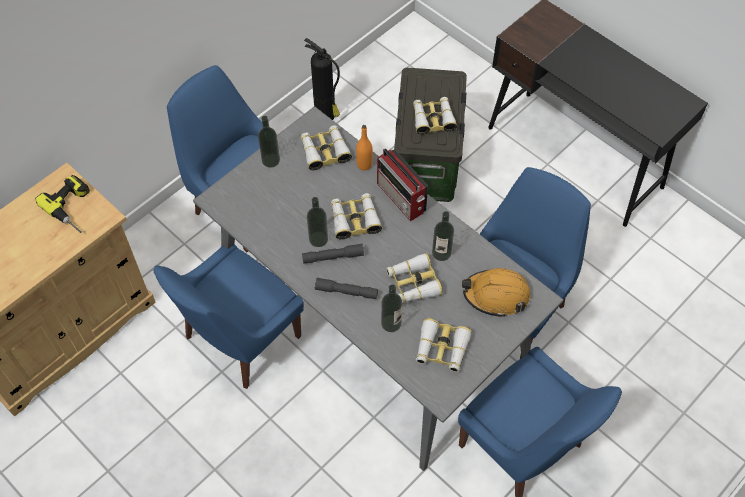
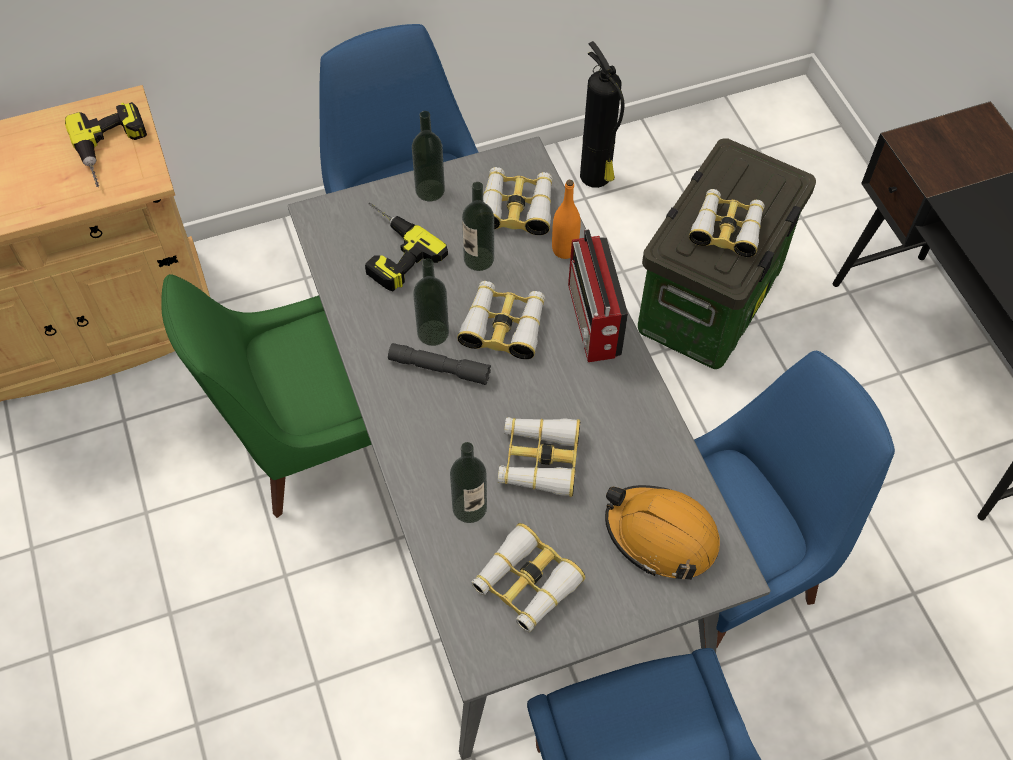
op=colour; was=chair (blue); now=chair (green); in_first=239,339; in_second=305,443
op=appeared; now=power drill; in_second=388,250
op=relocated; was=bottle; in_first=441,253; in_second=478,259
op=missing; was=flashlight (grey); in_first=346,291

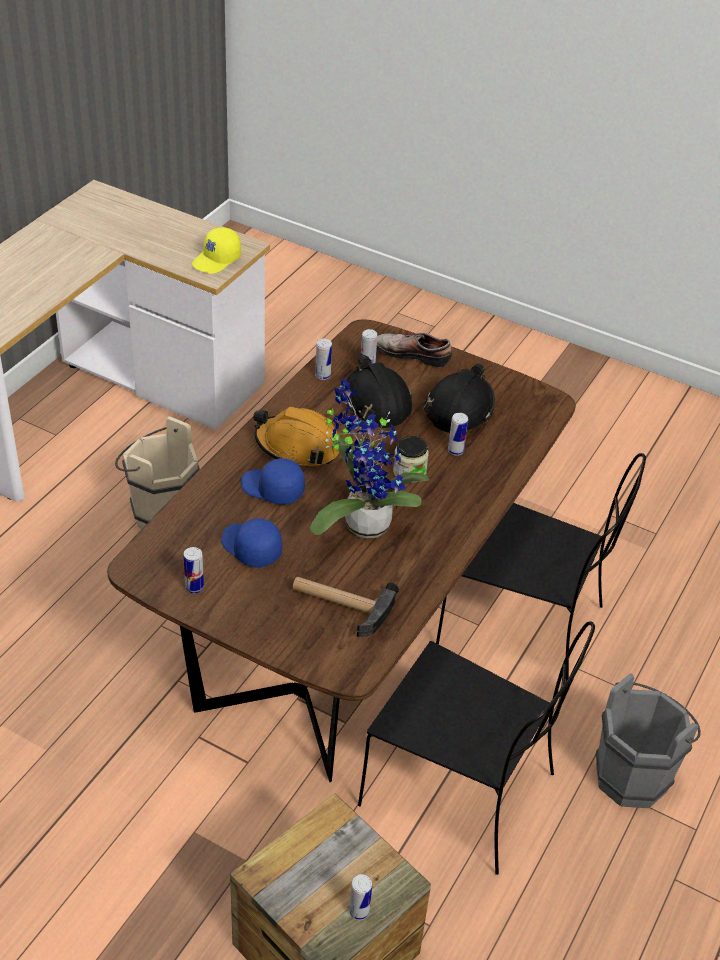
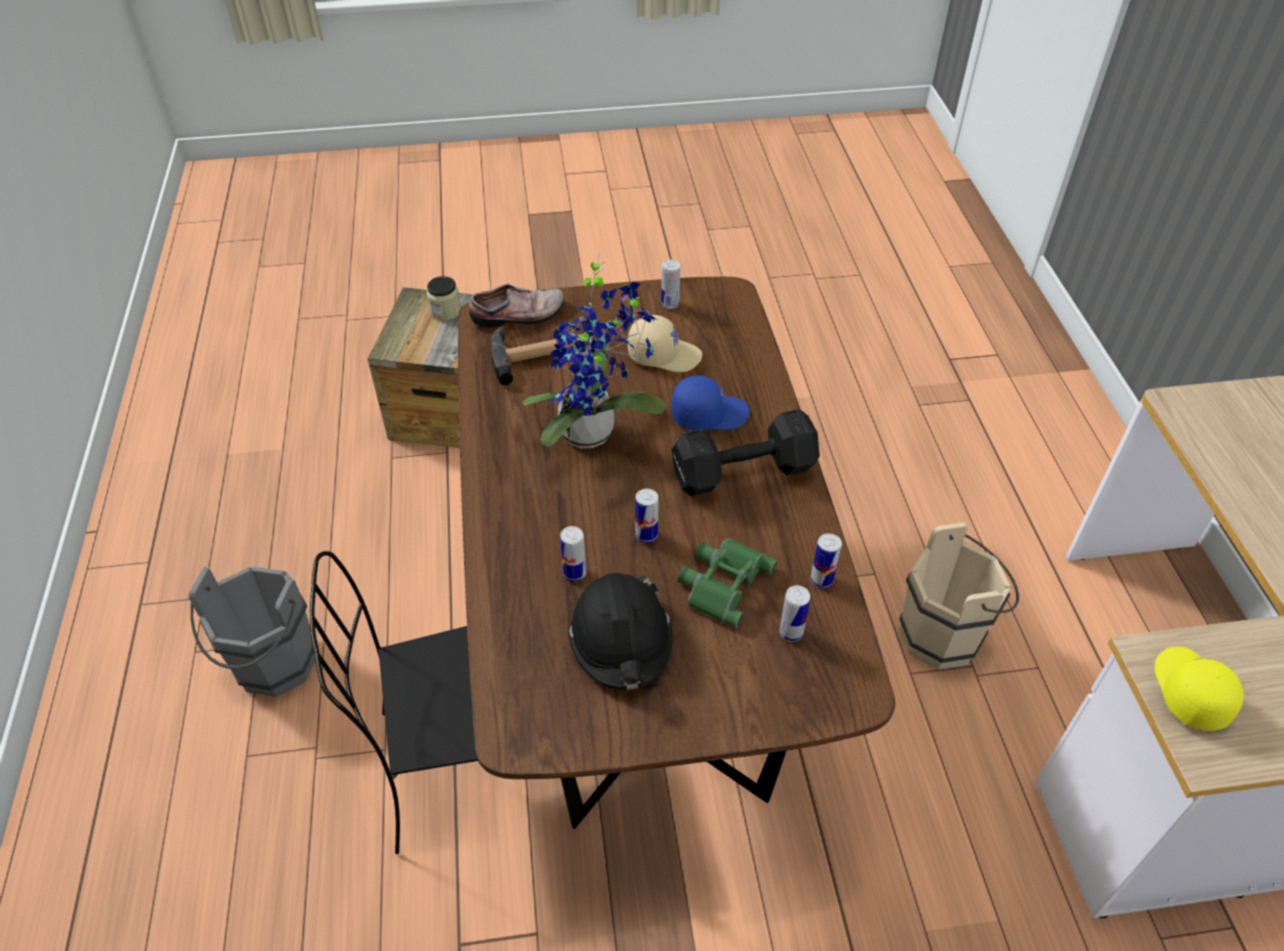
op=relocated; was=jar; in_first=409,472; in_second=445,311
op=relocated; was=shoe; in_first=413,353; in_second=519,316
op=colour; was=cap (blue); now=cap (beige); in_first=250,548; in_second=664,354
op=relocated; was=can; in_first=359,911; in_second=646,535
op=exchanged; was=hard hat (orange); now=dumbbell (black); in_first=297,446; in_second=740,471
op=exchanged; was=hard hat (black); now=binoculars (green); in_first=377,403; in_second=722,582
op=missing; was=chair (black); in_first=462,791

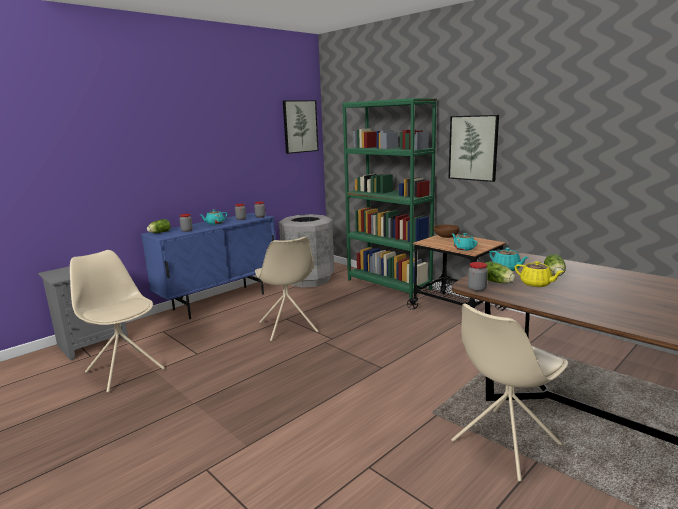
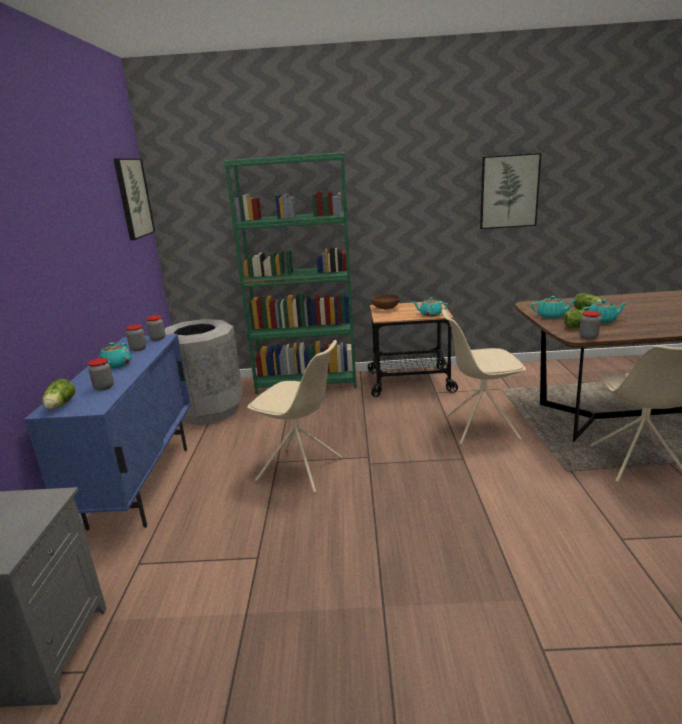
op=relocated; was=chair (beige); in_first=124,370; in_second=480,428
op=relocated; was=picture; in_first=473,148; in_second=509,191
op=colour; was=teapot (yellow); now=teapot (turquoise); in_first=536,284; in_second=602,320

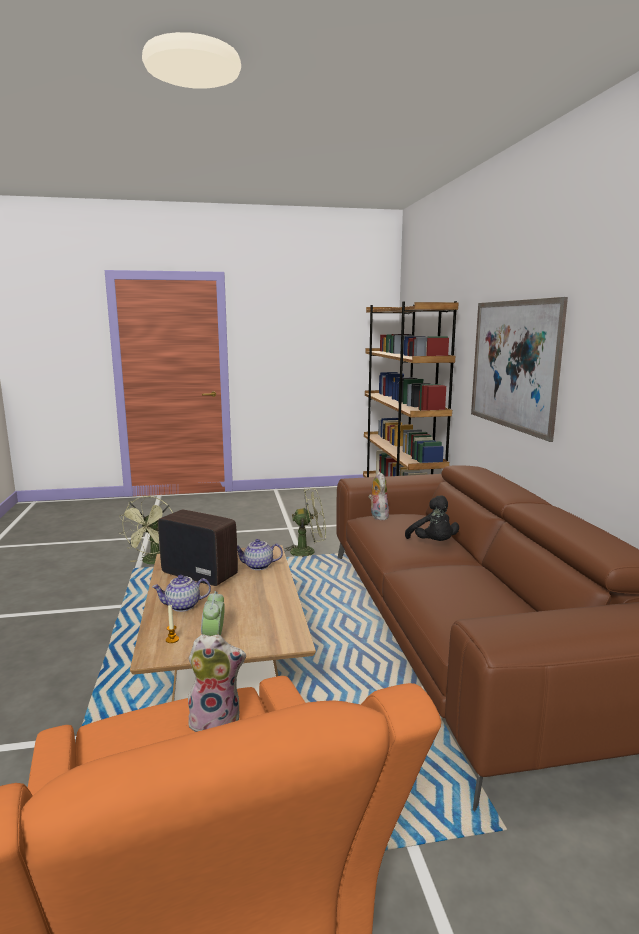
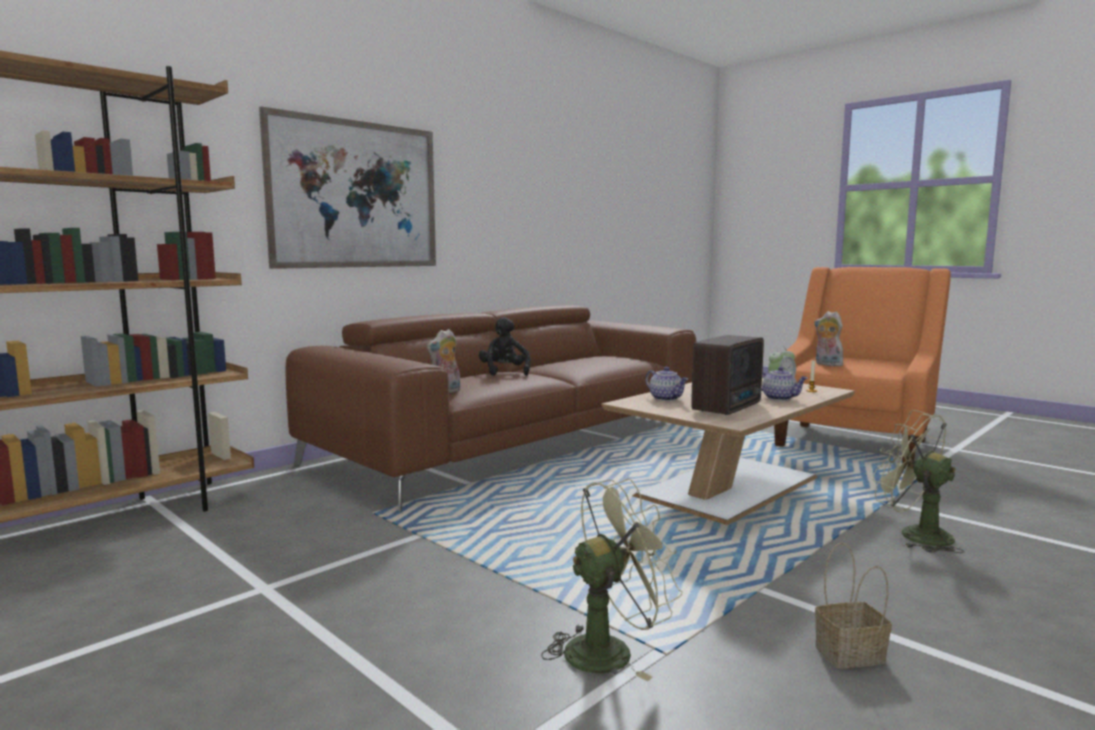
op=spun; was=plush toy (black); in_first=433,543; in_second=504,372; clockwise=-45
op=spun; was=radio; in_first=199,574; in_second=729,407; clockwise=-135
op=appeared; now=basket; in_second=848,655
op=relocated; was=fan (green); in_first=308,551; in_second=914,535

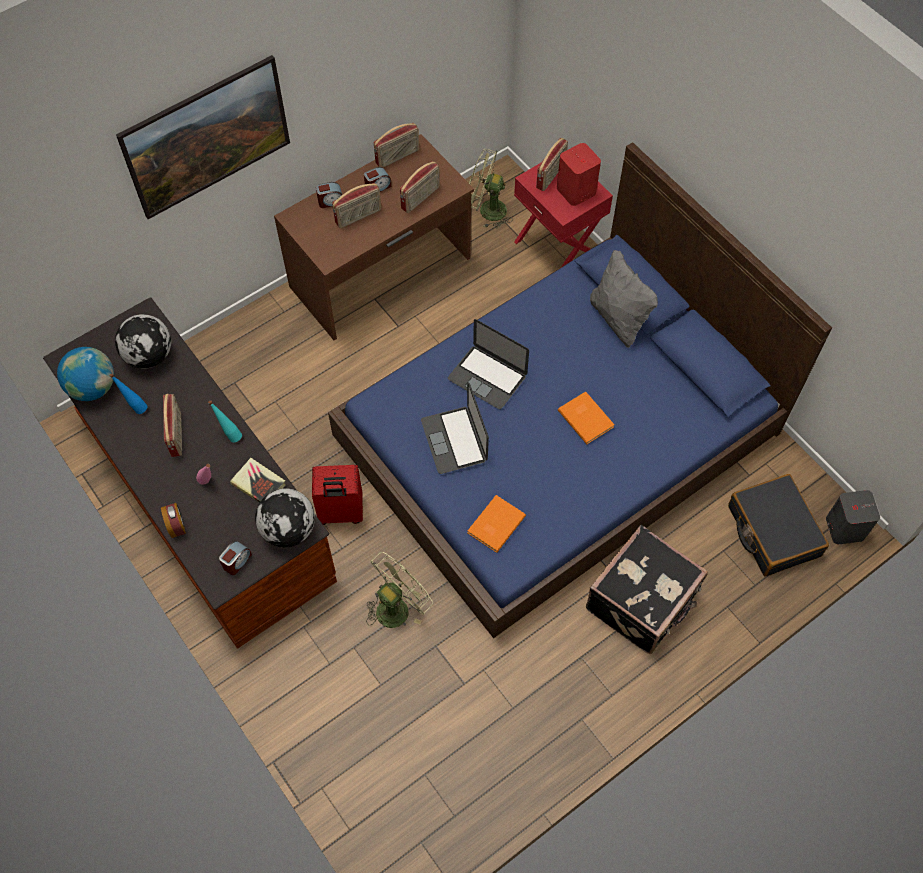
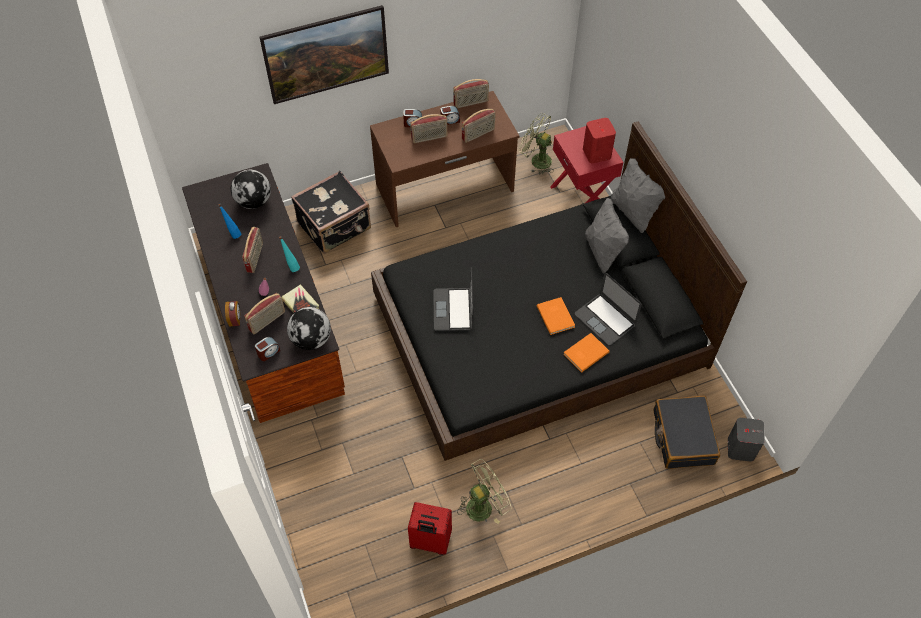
op=relocated; was=radio; in_first=551,175; in_second=267,321
op=relocated; was=suitcase (black); in_first=643,602; in_second=335,226
op=colour; was=bed (blue); now=bed (black); in_first=558,436; in_second=539,331
op=relocated; was=suitcase (red); in_first=340,513; in_second=430,542
op=relocated; was=fan (green); in_first=397,606; in_second=483,505
op=relocated; was=book (orange); in_first=494,524; in_second=585,353
op=relocated; was=laptop; in_first=487,377; in_second=605,319
op=appeared; now=pillow (grey); in_second=633,213
op=missing; was=globe; in_first=93,387

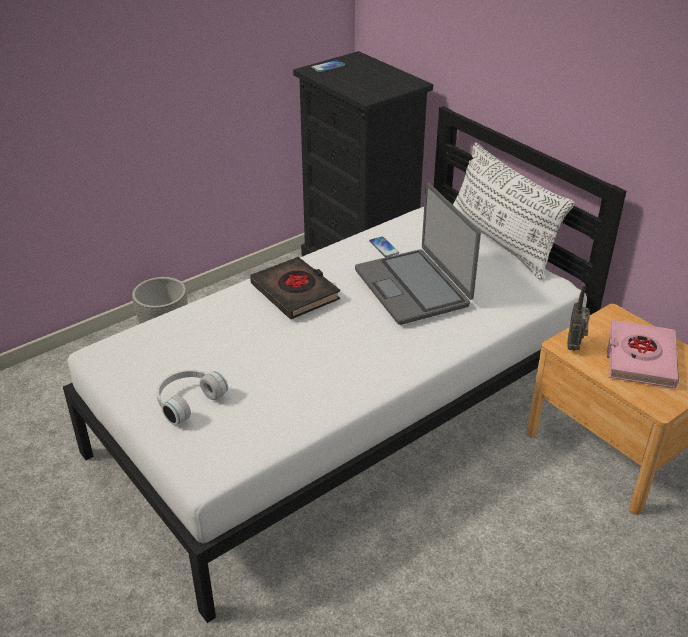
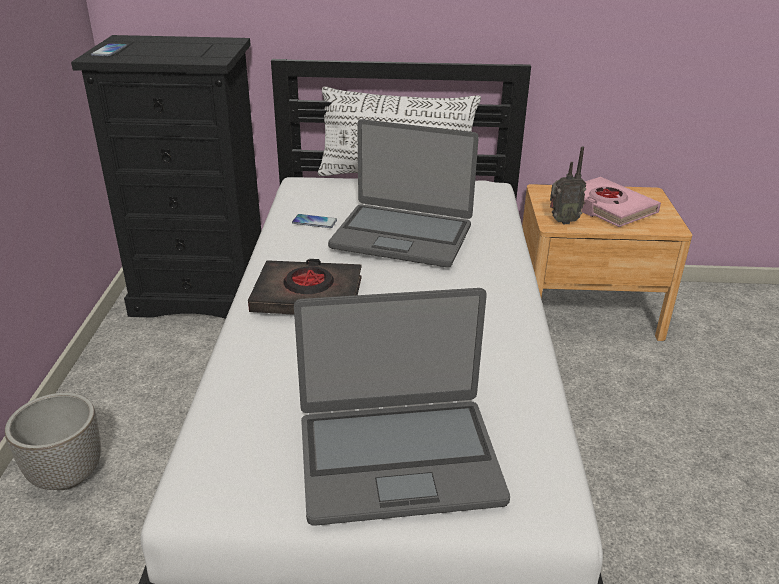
op=exchanged; was=headphones (white); now=laptop; in_first=187,401; in_second=398,458
op=spun; was=radio; in_first=574,346; in_second=562,221; clockwise=-60

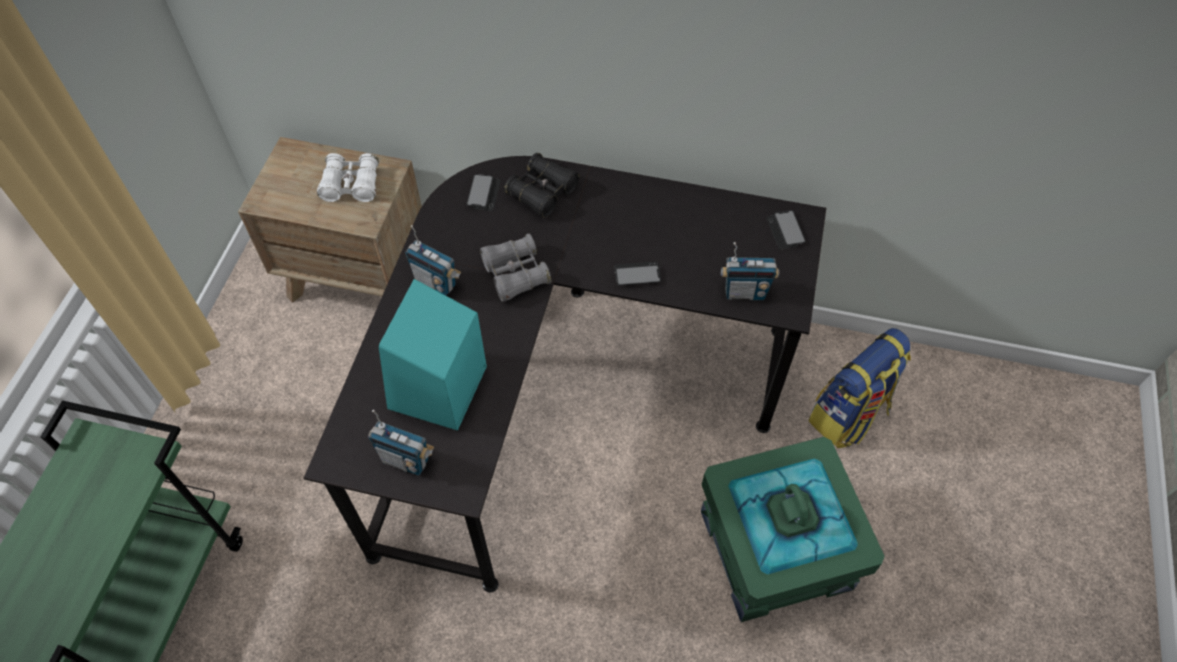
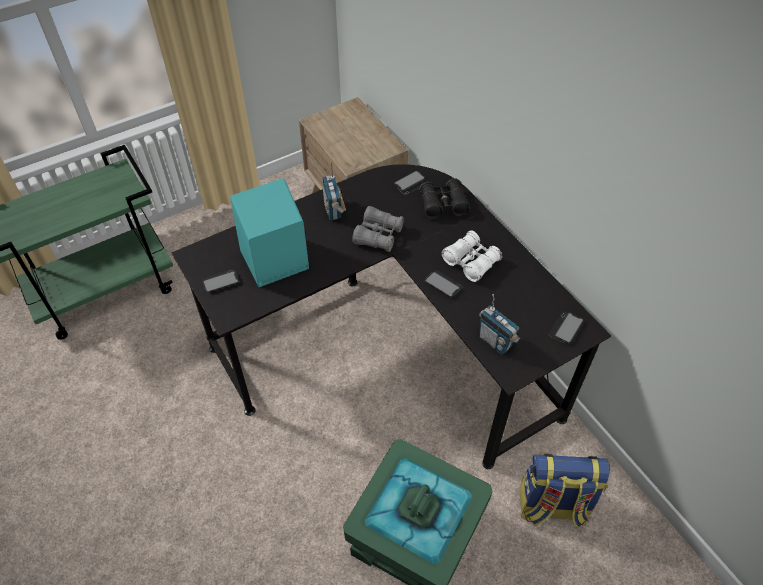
op=exchanged; was=radio; now=phone; in_first=406,460; in_second=220,281
op=relocated; was=binoculars (white); in_first=351,185; in_second=470,262

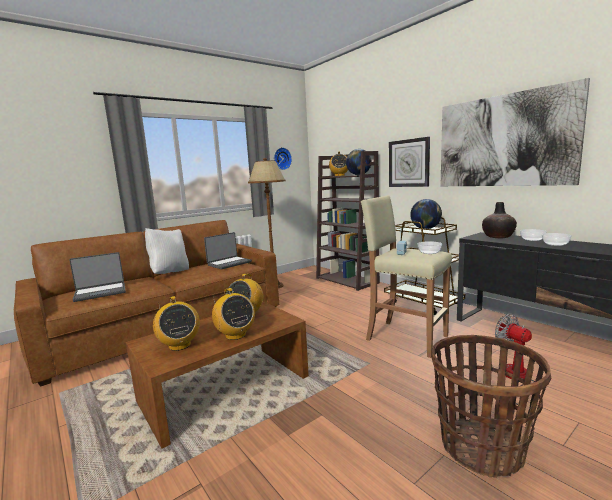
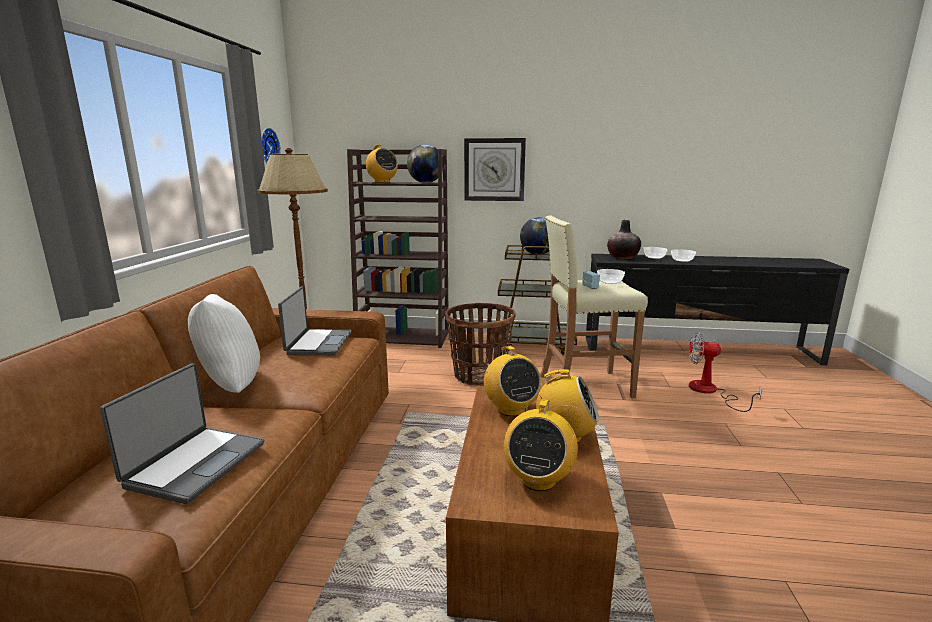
op=relocated; was=basket; in_first=481,447; in_second=479,376
op=spun; was=radio; in_first=179,345; in_second=538,480; clockwise=90
op=missing; was=picture; in_first=503,141

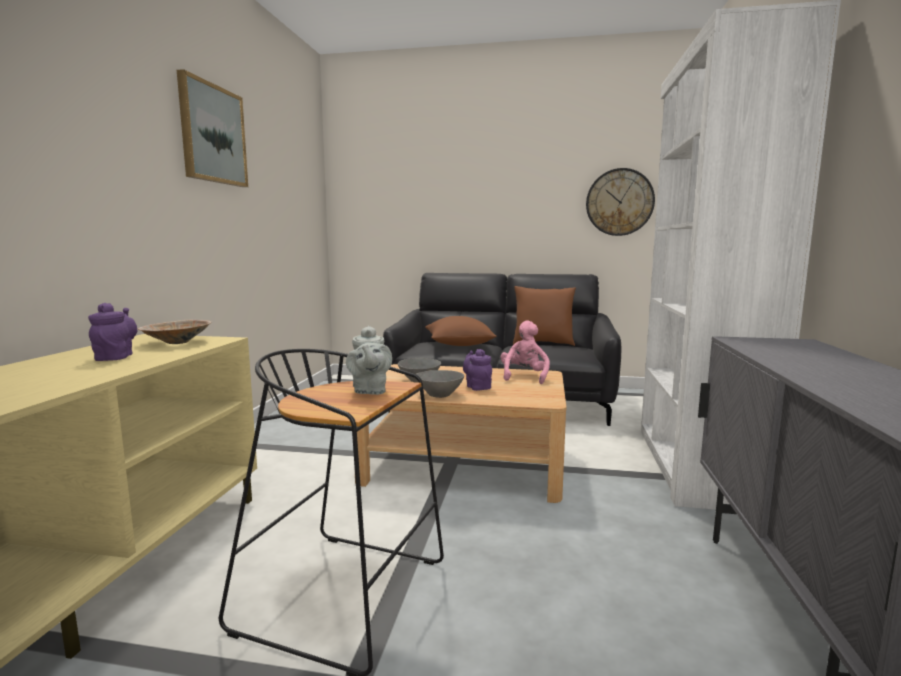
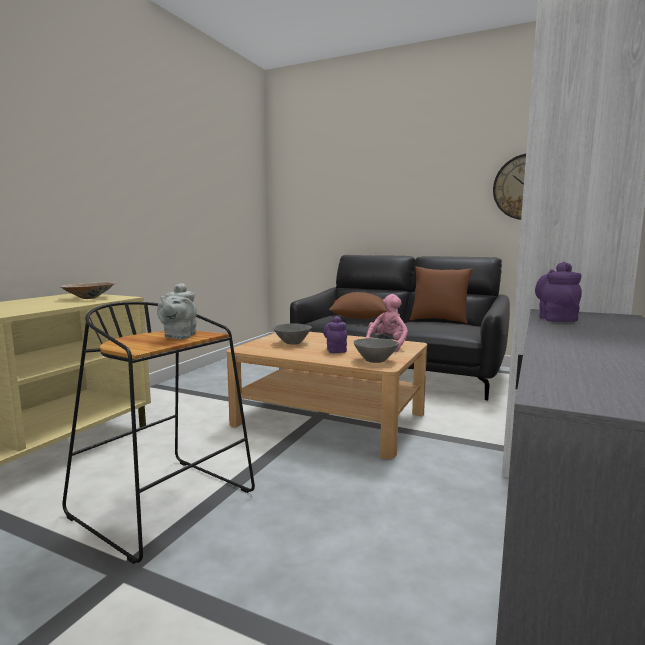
op=relocated; was=bowl (grey); in_first=439,395; in_second=375,360
op=relocated; was=teapot (purple); in_first=116,357; in_second=556,319
op=missing; was=picture; in_first=212,134

